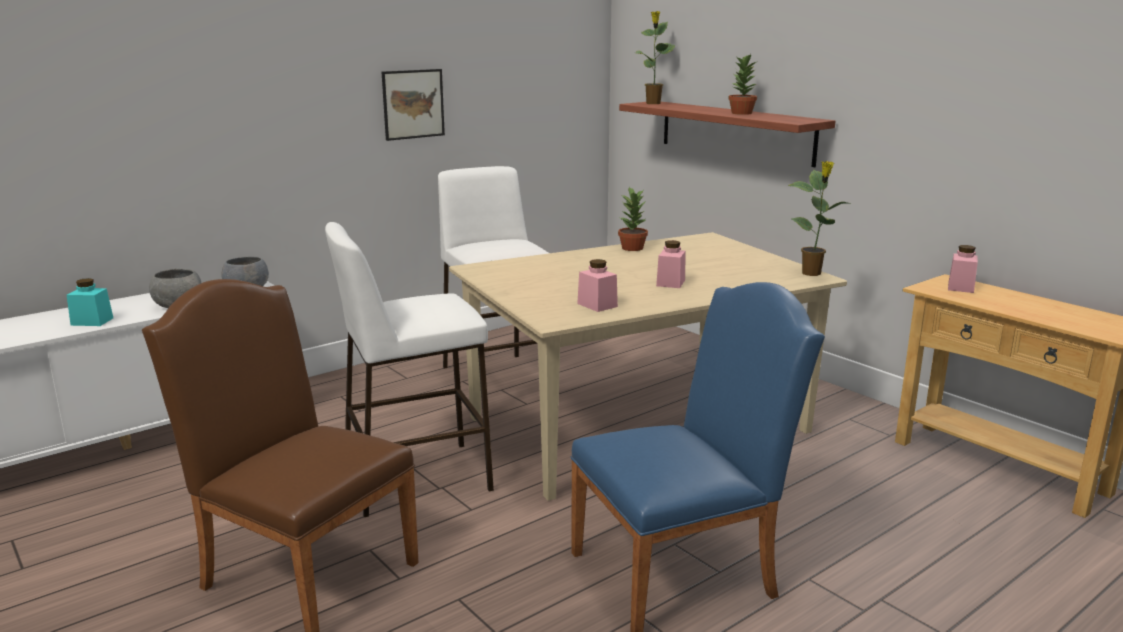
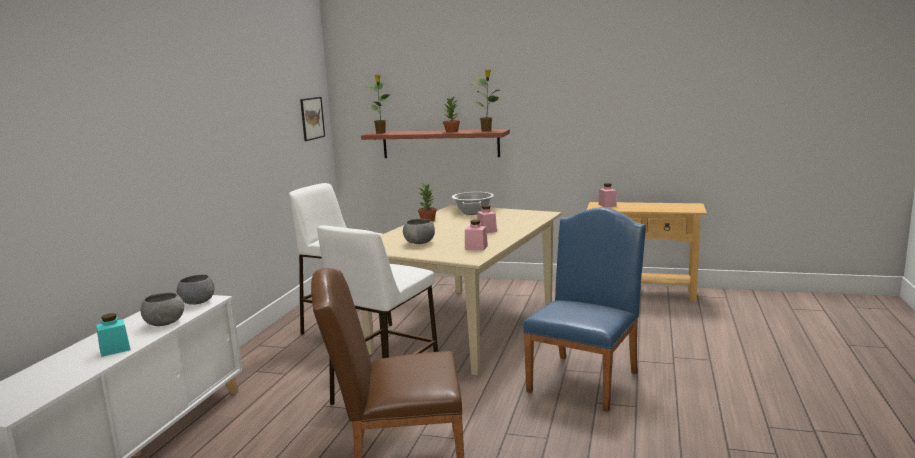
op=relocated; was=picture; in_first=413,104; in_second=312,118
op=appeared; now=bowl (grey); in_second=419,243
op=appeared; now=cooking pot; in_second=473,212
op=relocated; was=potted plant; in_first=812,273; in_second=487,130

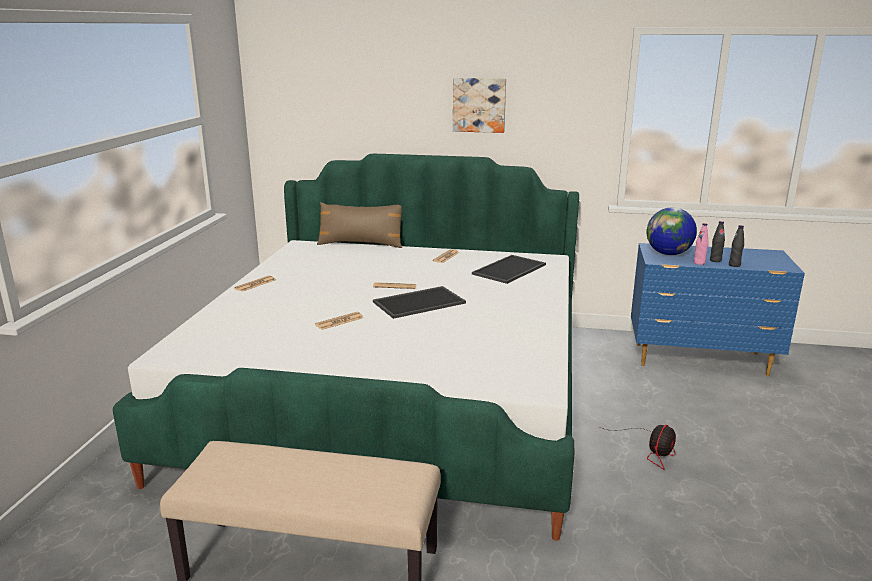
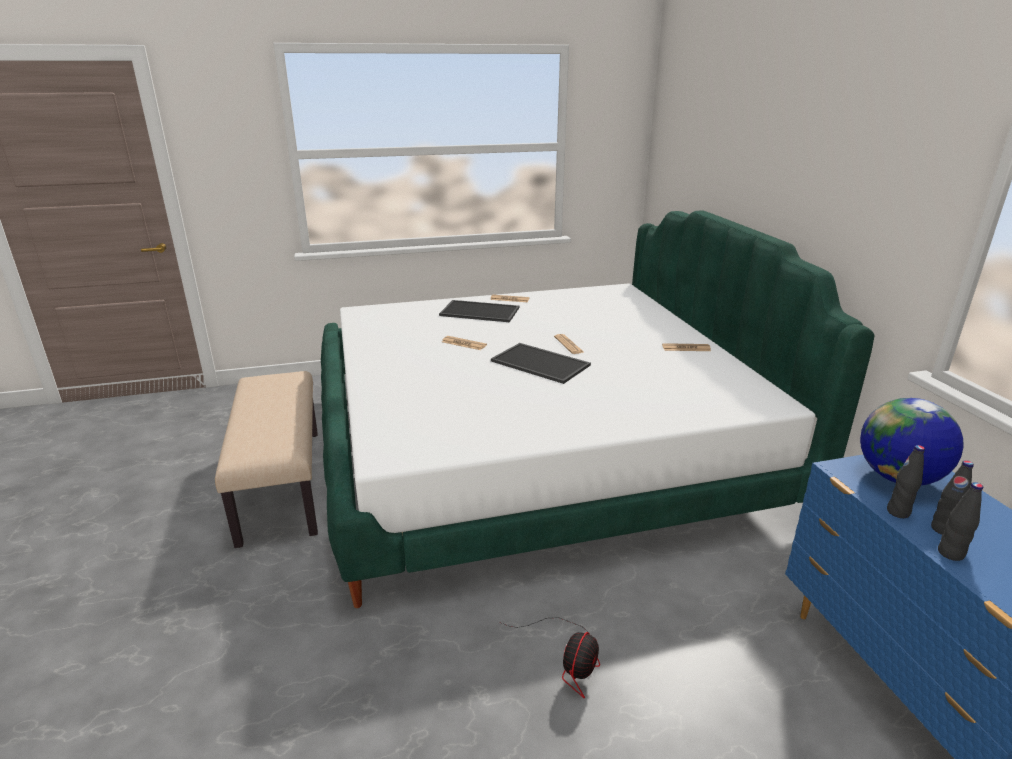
op=relocated; was=tray; in_first=510,270; in_second=478,312
op=spun; was=fan; in_first=652,450; in_second=569,659; clockwise=-75
op=colour; was=bottle (pink); now=bottle (black); in_first=699,263; in_second=898,512
op=missing; was=pillow (brown); in_first=361,244
op=missing; was=picture; in_first=479,105

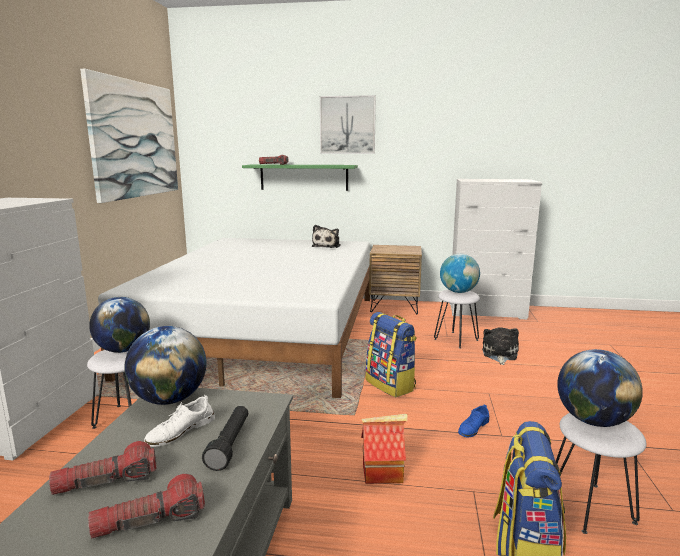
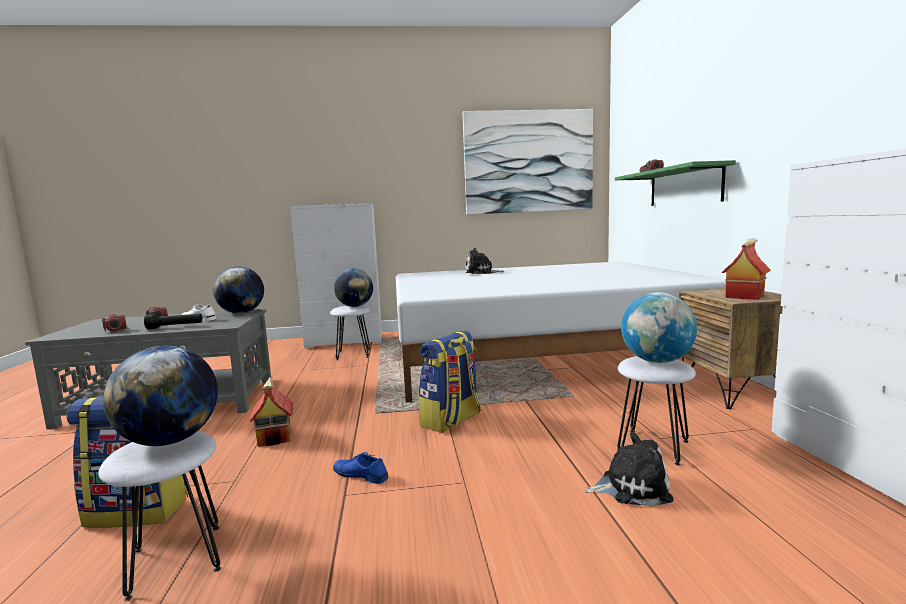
op=relocated; was=plush toy; in_first=327,246; in_second=481,272
op=appeared; now=toy house; in_second=744,296
op=missing; was=picture; in_first=347,125

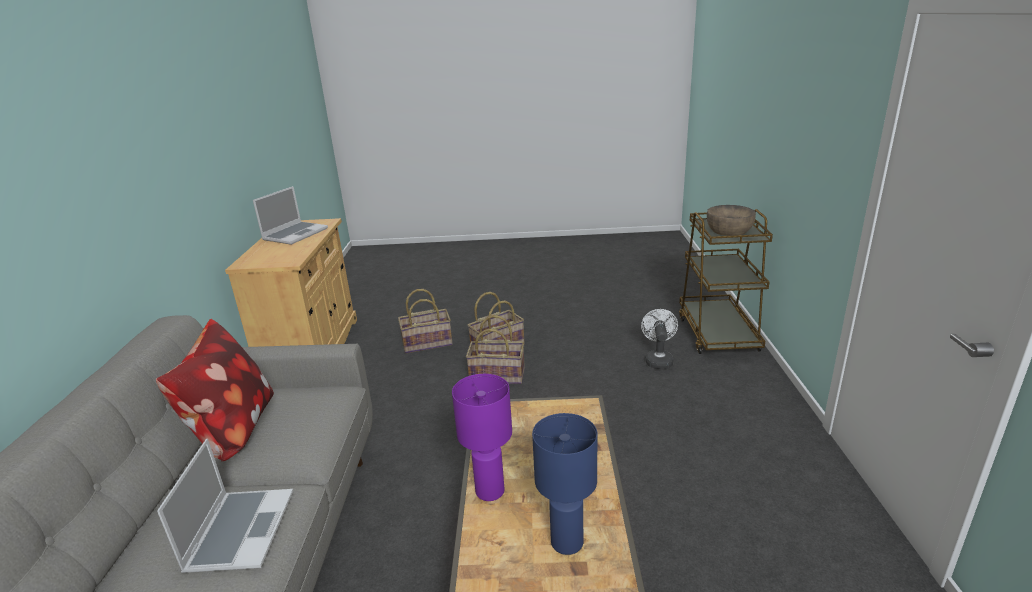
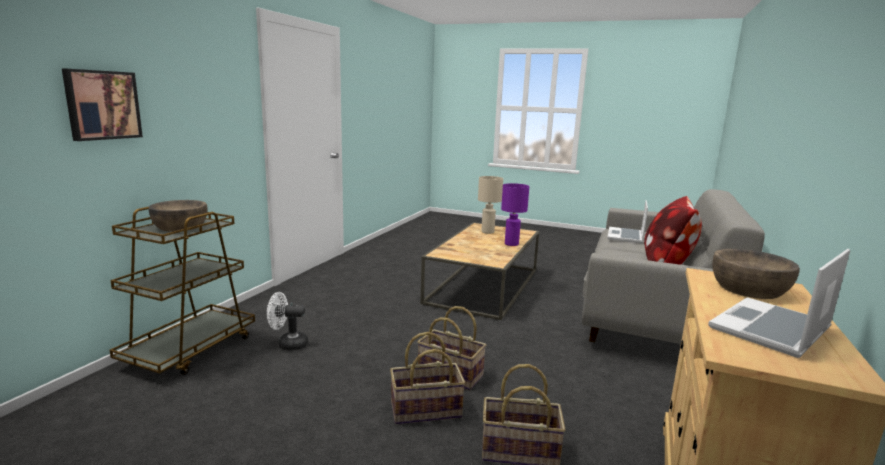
op=appeared; now=picture; in_second=102,105
op=spun; was=fan (white); in_first=658,360; in_second=288,344; clockwise=60
op=colour; was=table lamp (blue); now=table lamp (beige); in_first=567,542; in_second=487,232
op=appeared; now=bowl (brown); in_second=748,288

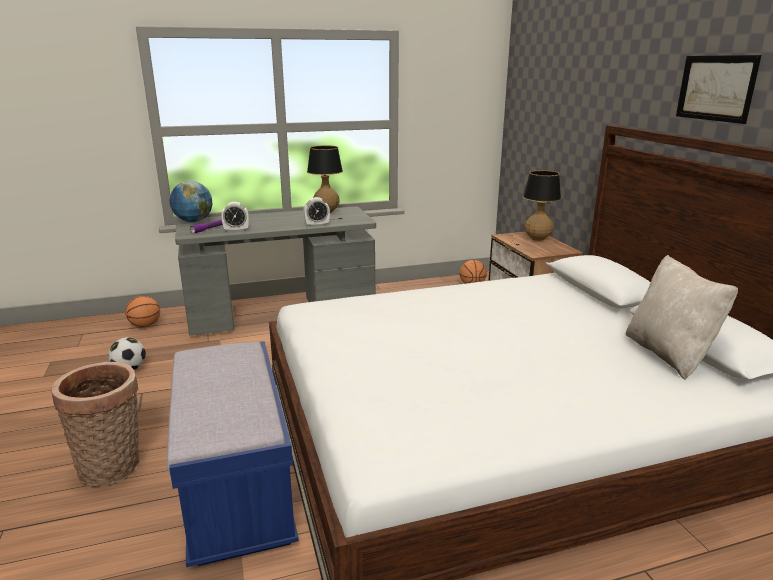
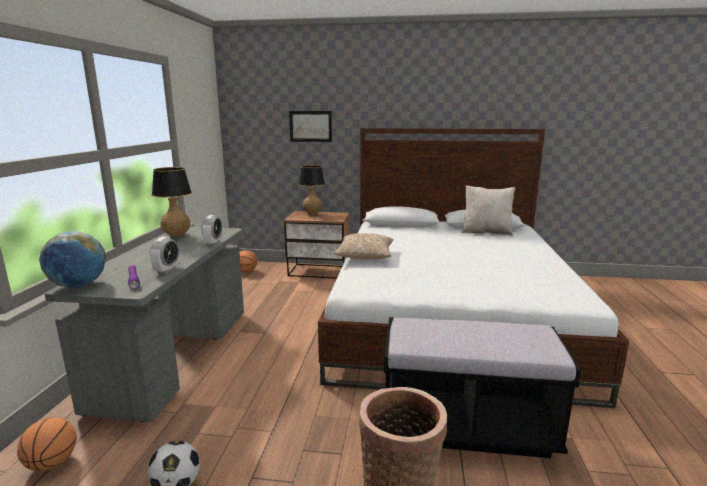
op=relocated; was=picture; in_first=716,88; in_second=310,126
op=appeared; now=pillow; in_second=365,257
op=colour; was=bench (blue); now=bench (black); in_first=238,491; in_second=466,426

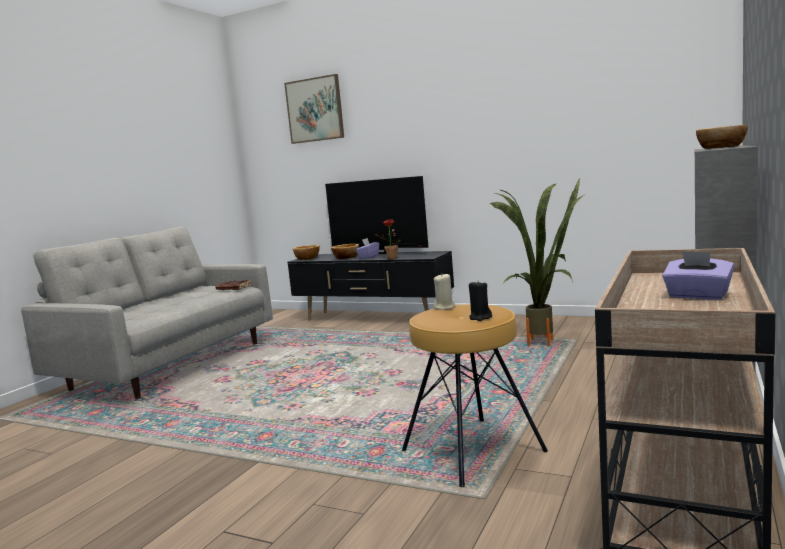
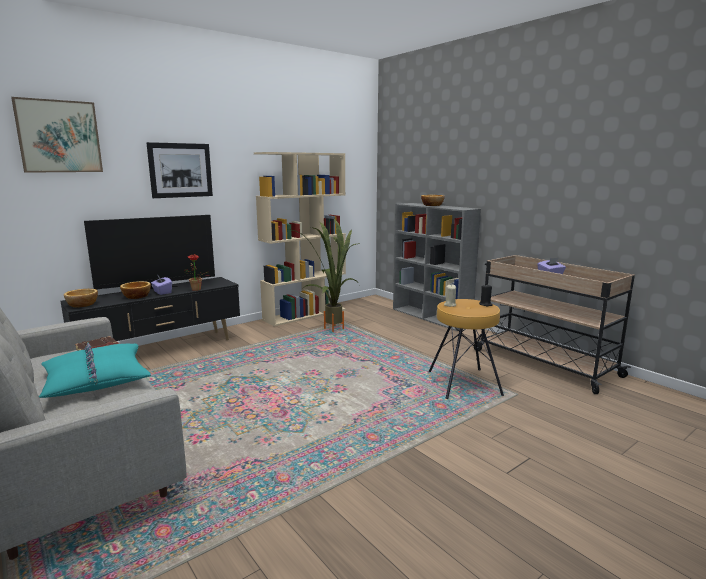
op=appeared; now=pillow (turquoise); in_second=96,379
op=appeared; now=picture; in_second=180,170
op=appeared; now=bookcase (beige); in_second=305,314

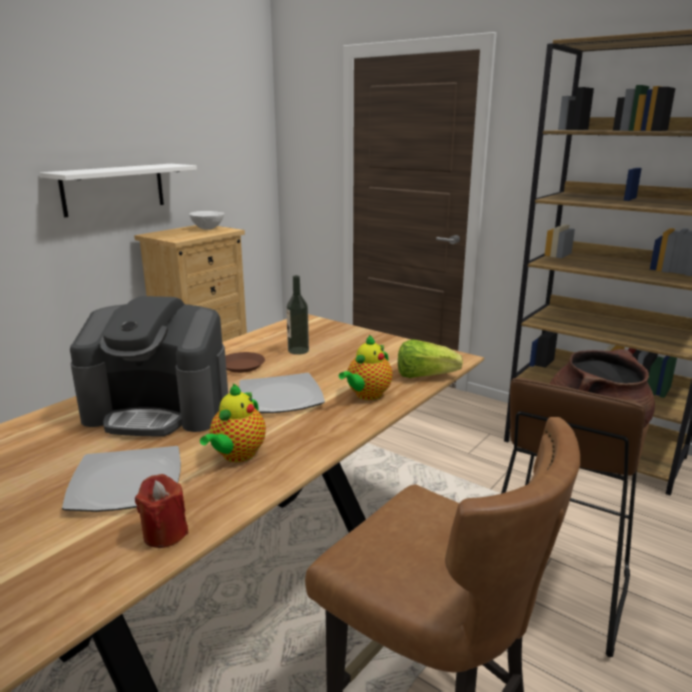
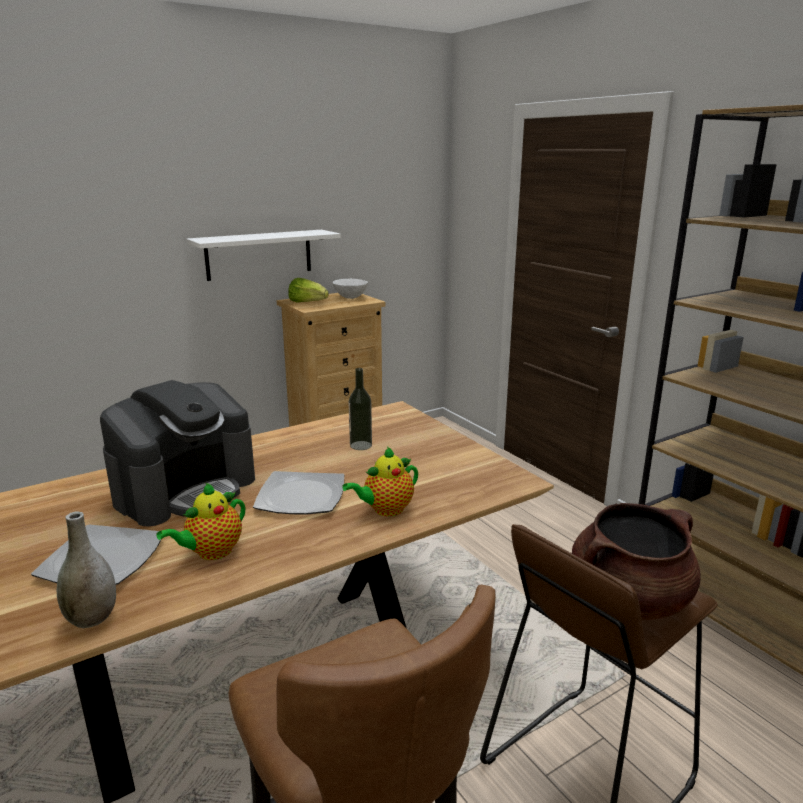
op=exchanged; was=candle (red); now=vase (grey); in_first=165,534; in_second=92,618
op=spun; was=coffee machine; in_first=159,409; in_second=186,489; clockwise=-75
op=relocated; was=lettuce; in_first=424,376; in_second=307,303
op=missing; was=plate (brown); in_first=242,365

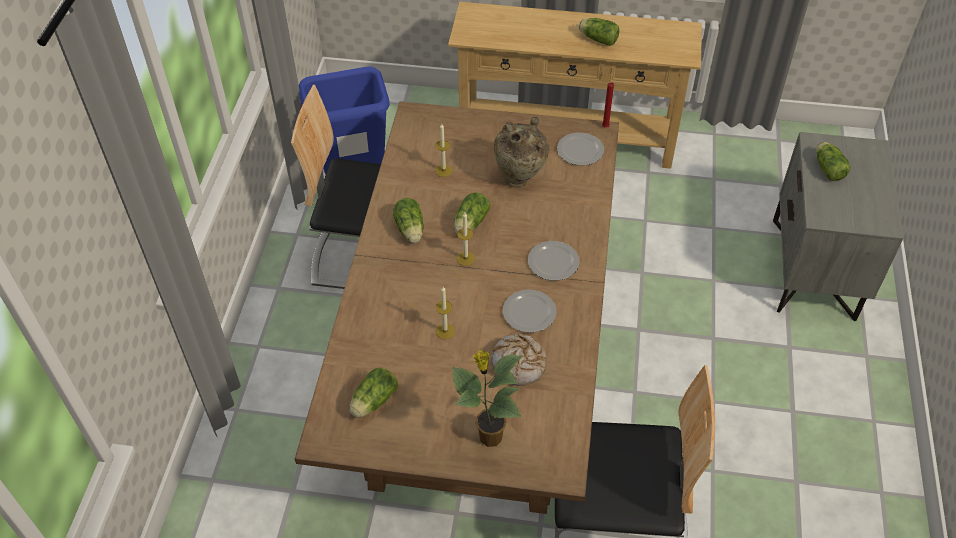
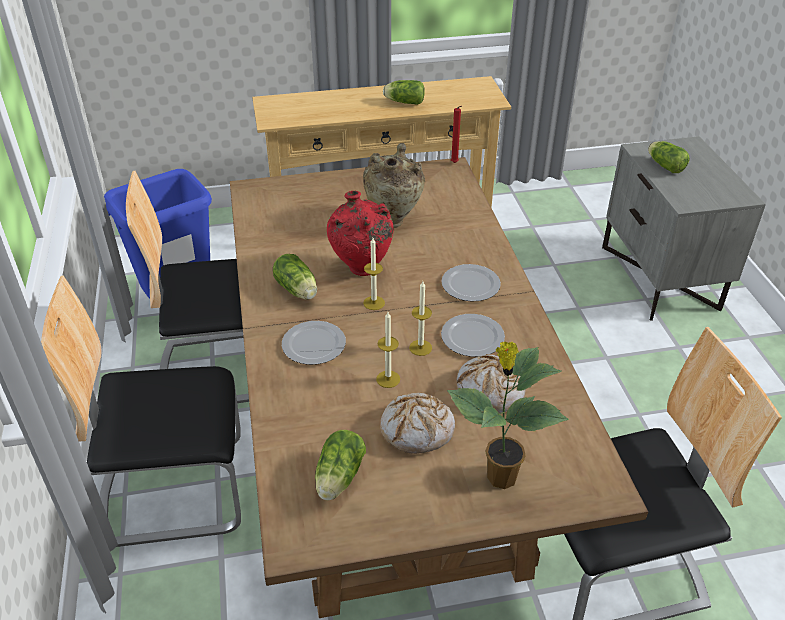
op=appeared; now=chair; in_second=175,489
op=relocated; was=plate; in_first=581,150; in_second=315,344
op=exchanged; was=lettuce; now=vase (red); in_first=470,224; in_second=361,270
op=appeared; now=bread; in_second=417,429
op=relocated; was=candle; in_first=443,170; in_second=420,347

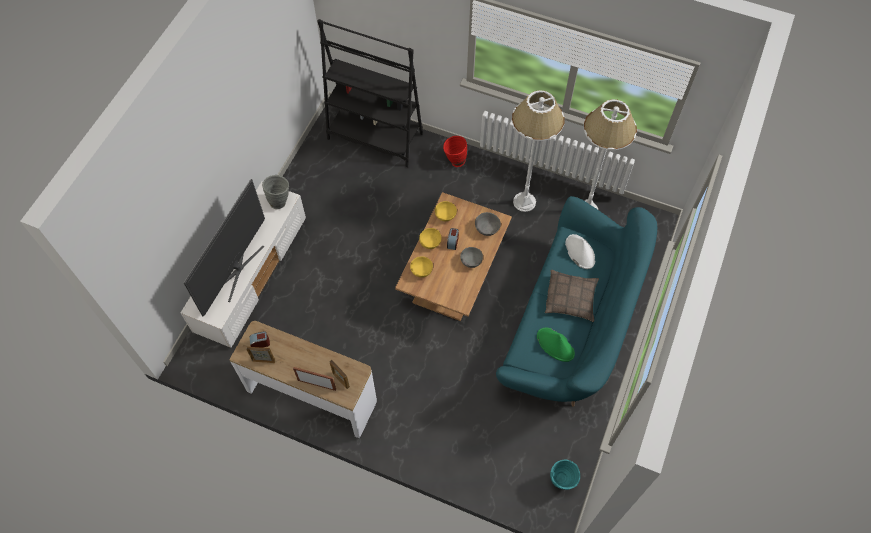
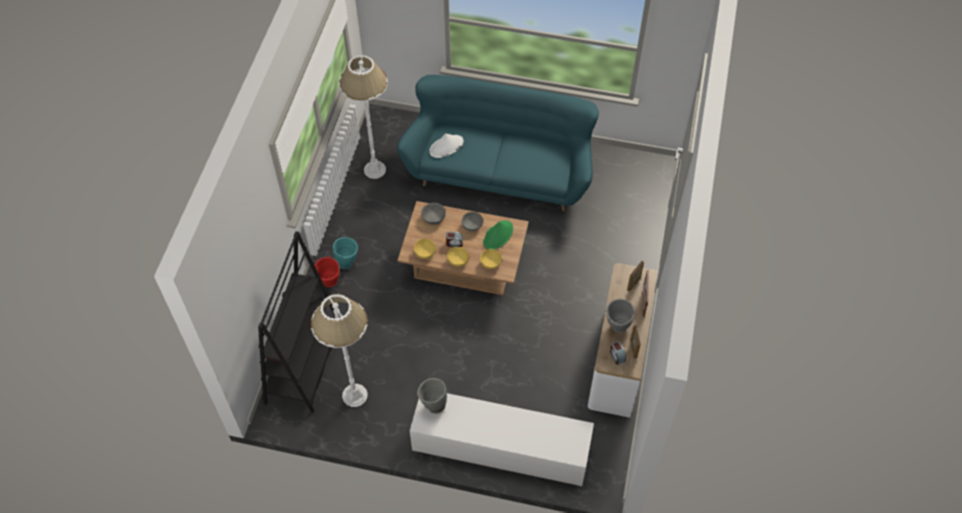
op=relocated; was=floor lamp (white); in_first=524,202; in_second=355,395
op=relocated; was=vase (turquoise); in_first=561,482; in_second=348,263
op=relocated; was=hat (green); in_first=555,345; in_second=498,235
op=appeared; now=vase (grey); in_second=617,328
op=missing; was=television; in_first=237,269
op=missing; was=pillow; in_first=571,298

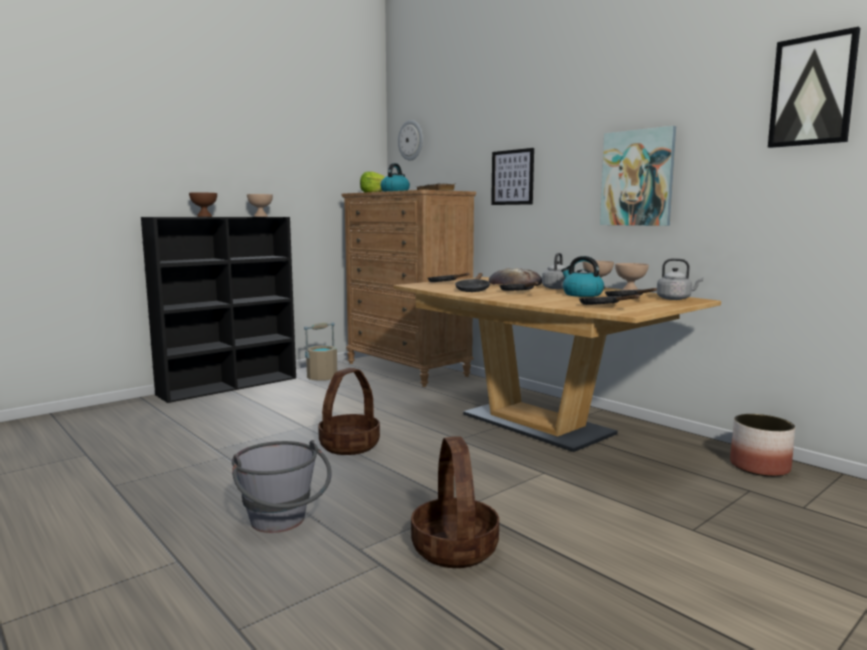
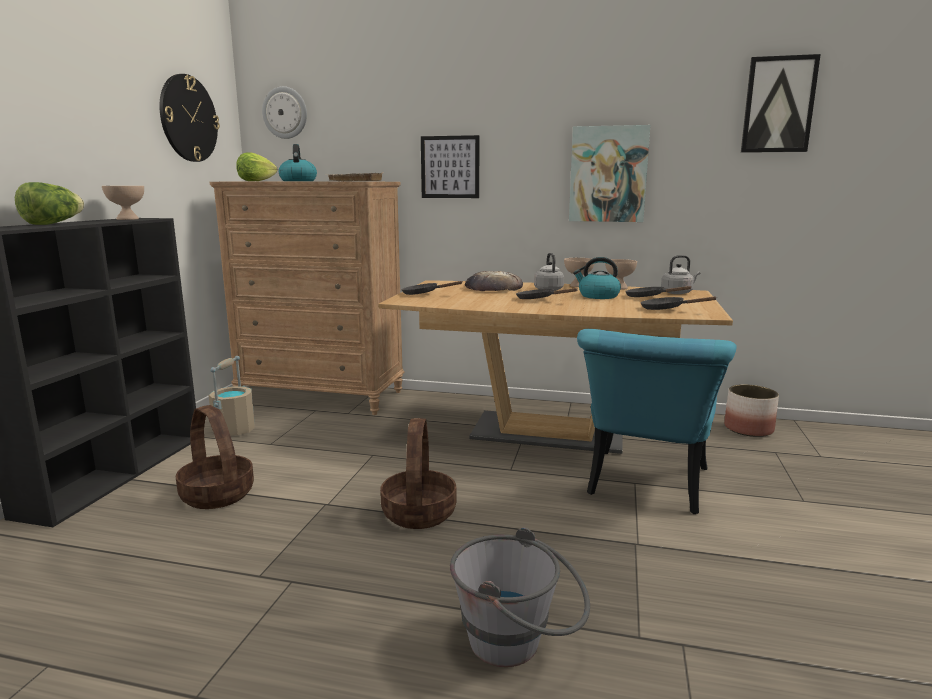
op=exchanged; was=bowl (brown); now=lettuce; in_first=204,216; in_second=53,224
op=appeared; now=wall clock; in_second=188,118
op=relocated; was=basket; in_first=455,549; in_second=218,494
op=appeared; now=chair (turquoise); in_second=645,488
op=missing; was=frying pan (black); in_first=473,290

